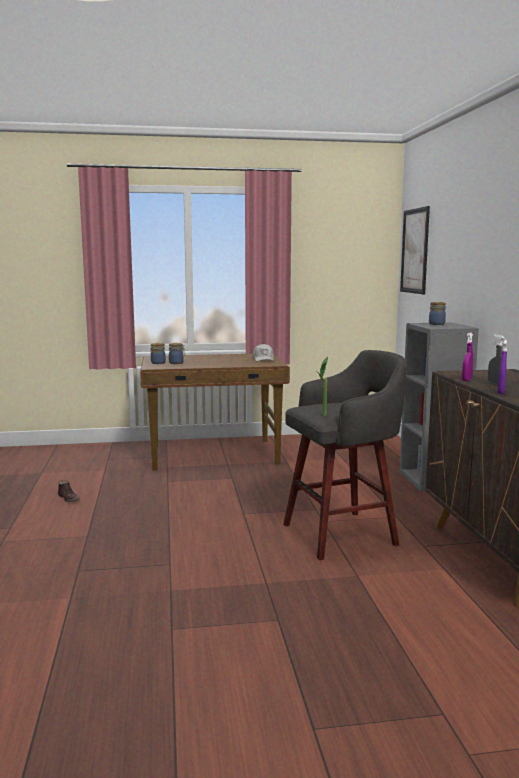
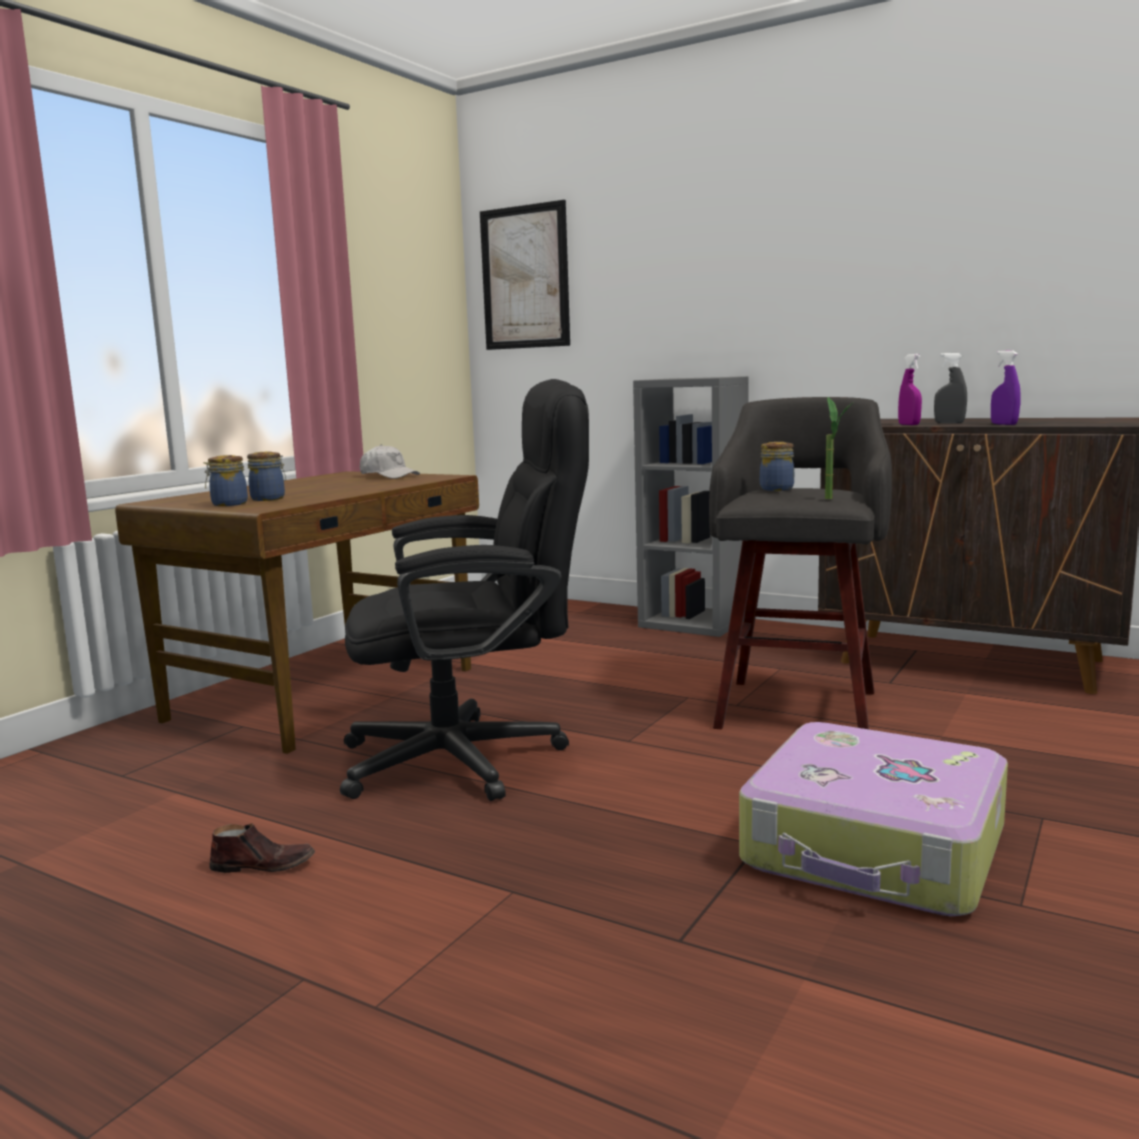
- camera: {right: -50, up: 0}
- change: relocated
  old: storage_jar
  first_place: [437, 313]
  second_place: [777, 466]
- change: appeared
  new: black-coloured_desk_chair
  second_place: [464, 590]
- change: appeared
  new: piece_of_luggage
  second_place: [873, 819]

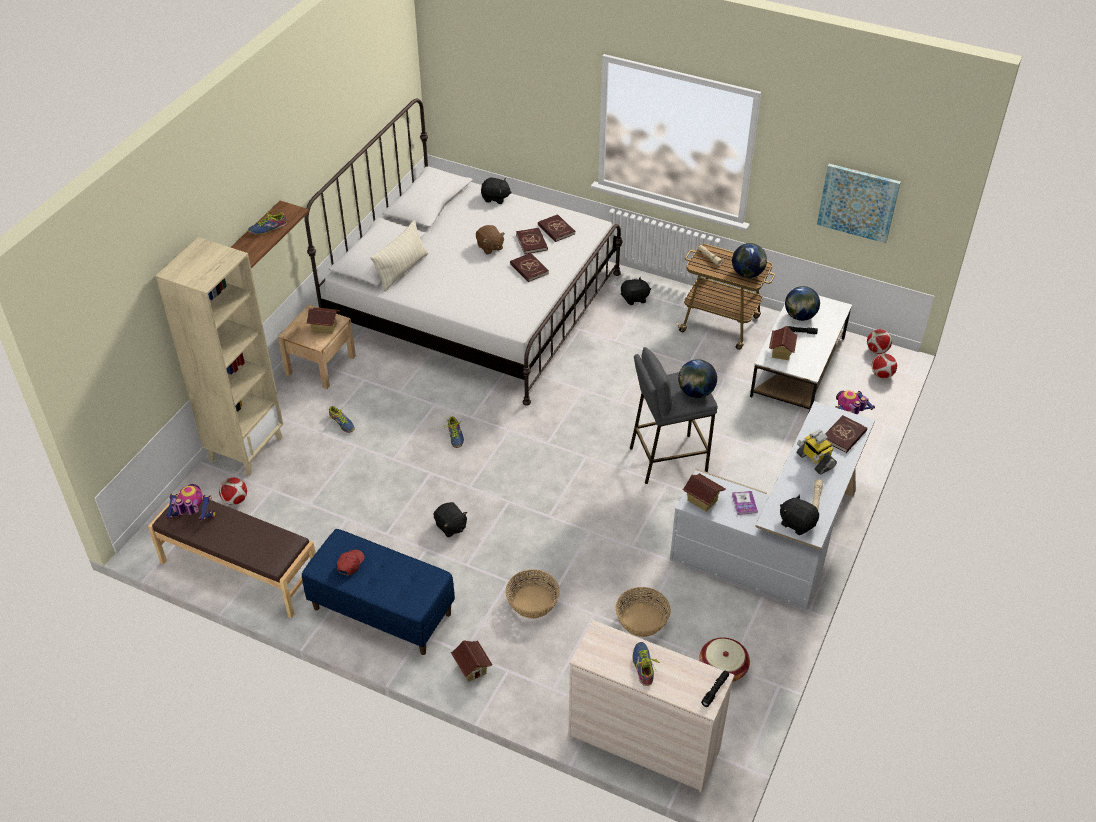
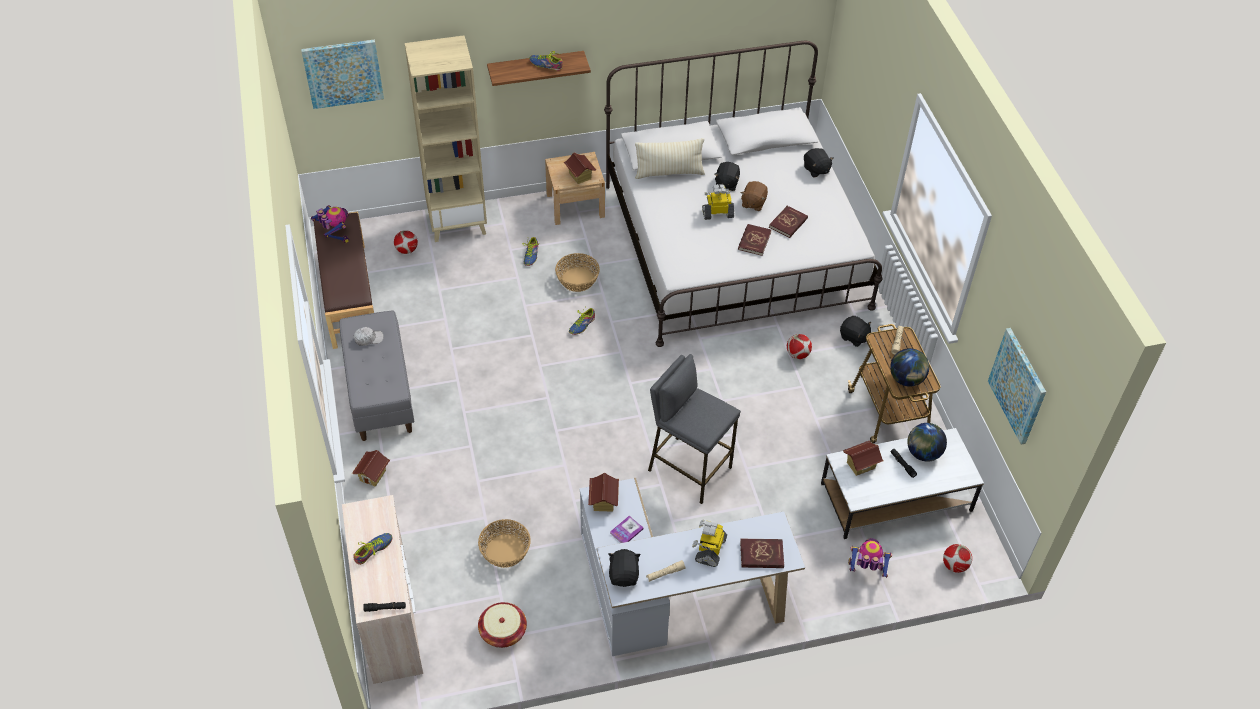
- camera: {right: 50, up: 5}
- change: colour
  old: blue_long_seat
  new: greyish_long_seat
  first_place: [378, 592]
  second_place: [377, 375]
- change: colour
  old: reddish_peaked_cap
  new: white-coloured_peaked_cap
  first_place: [351, 562]
  second_place: [369, 336]
- change: relocated
  old: black-coloured_cuddly_toy
  first_place: [450, 519]
  second_place: [727, 176]
- change: relocated
  old: basket
  first_place: [533, 594]
  second_place: [577, 272]
- change: missing
  old: reddish_bound_book
  first_place: [556, 228]
- change: missing
  old: world_globe
  first_place: [697, 378]
- change: relocated
  old: football
  first_place: [879, 341]
  second_place: [799, 346]
- change: appeared
  new: picture
  second_place: [342, 74]
- change: appeared
  new: robot_figure
  second_place: [718, 202]

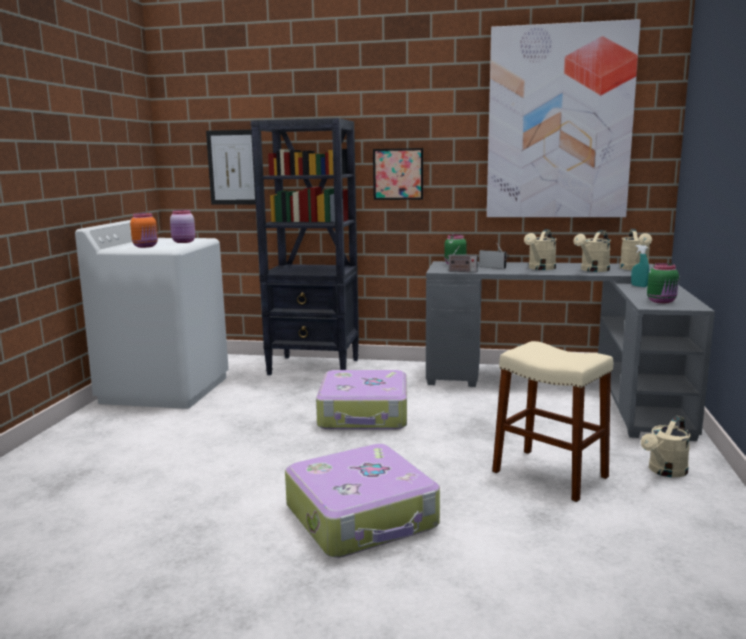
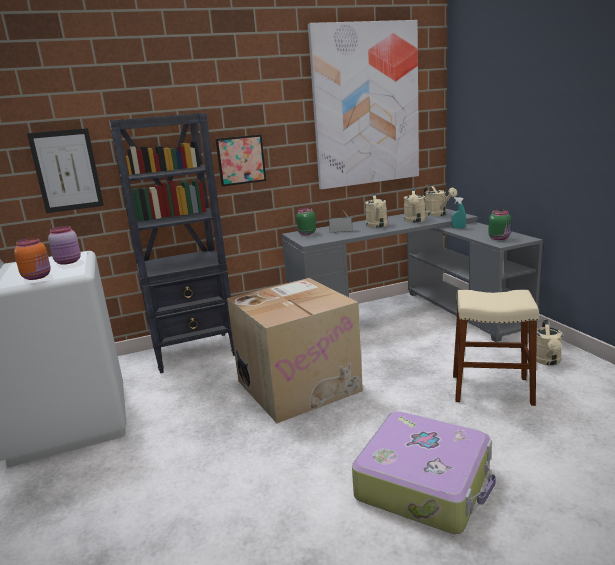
- camera: {right: -30, up: 5}
- change: exchanged
  old: piece_of_luggage
  new: cardboard_box
  first_place: [361, 399]
  second_place: [295, 350]
- change: missing
  old: radio_receiver
  first_place: [462, 259]

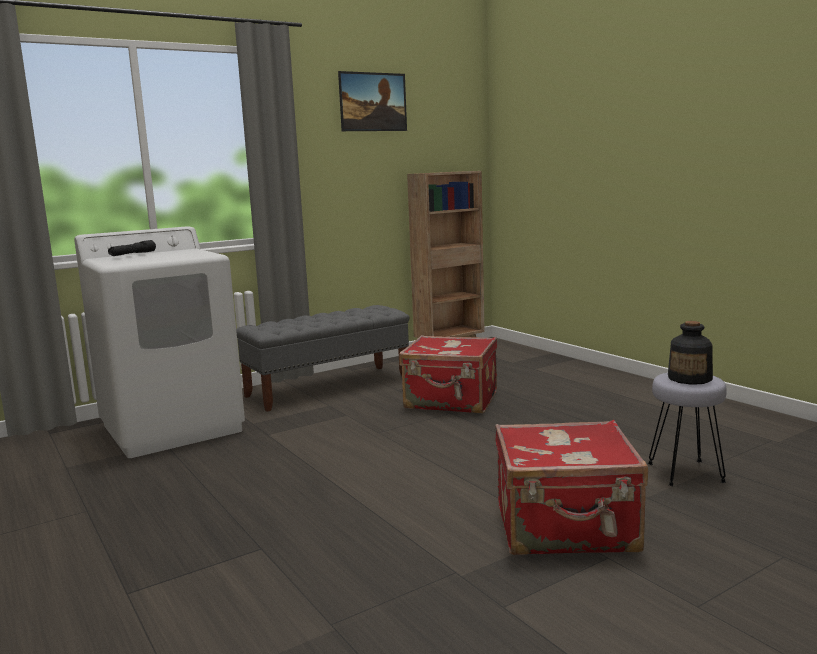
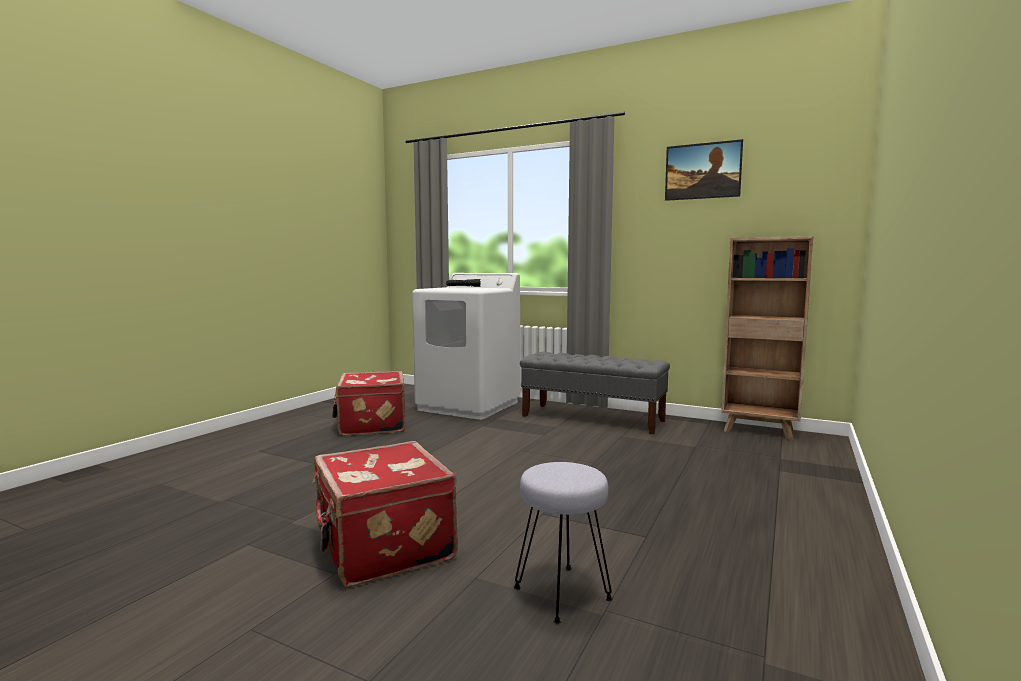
- camera: {right: 60, up: -5}
- change: relocated
  old: reddish_piece_of_luggage
  first_place: [448, 374]
  second_place: [368, 403]
- change: missing
  old: beverage_bottle
  first_place: [690, 353]

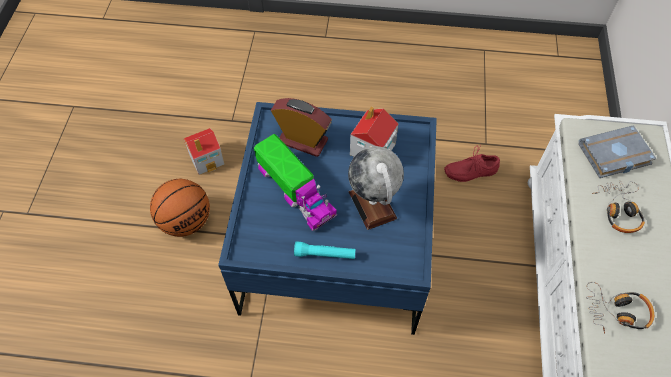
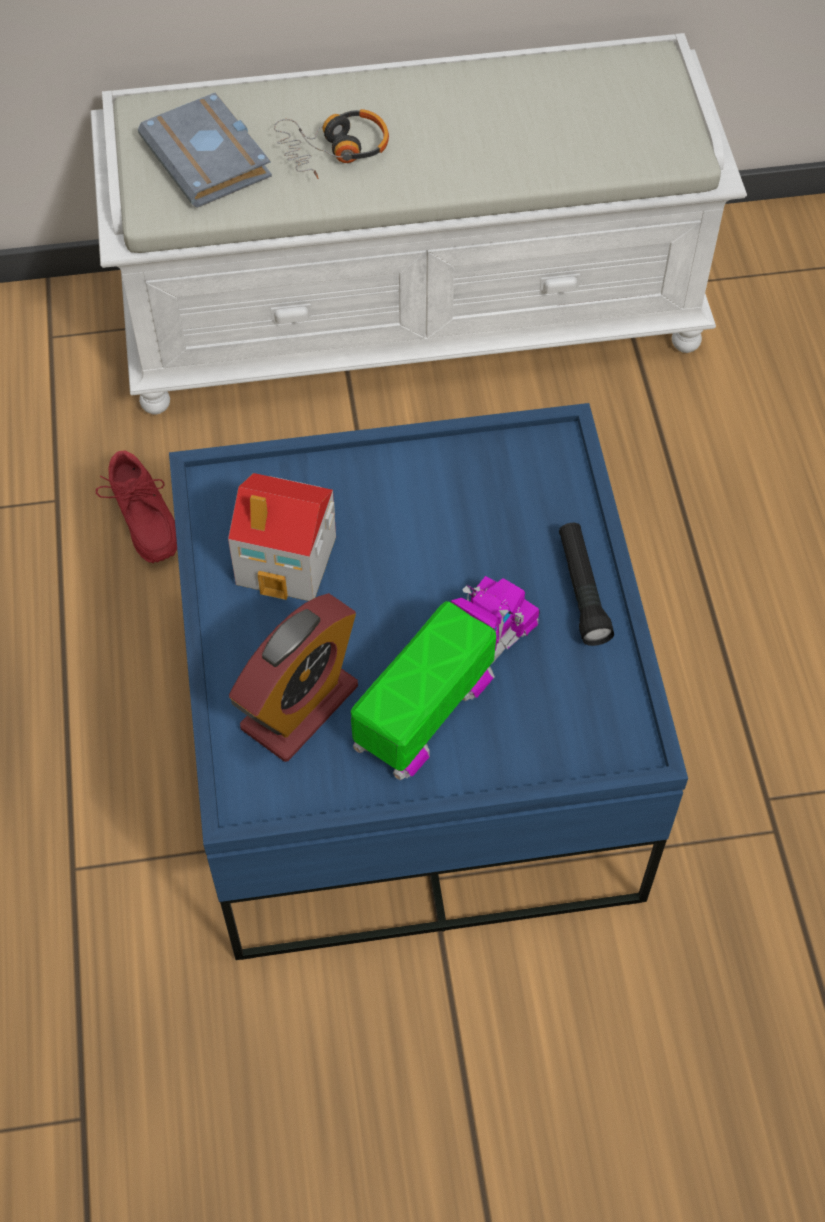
- camera: {right: -105, up: 0}
- change: missing
  old: basketball
  first_place: [180, 208]
- change: missing
  old: toy_house
  first_place: [204, 151]
- change: spun
  old: table_clock
  first_place: [301, 127]
  second_place: [293, 677]
  degrees: -150
- change: colour
  old: turquoise-coloured_torch
  new: black-coloured_torch
  first_place: [325, 250]
  second_place: [586, 584]
- change: missing
  old: world_globe
  first_place: [376, 188]
- change: missing
  old: pair_of_headphones
  first_place: [620, 308]

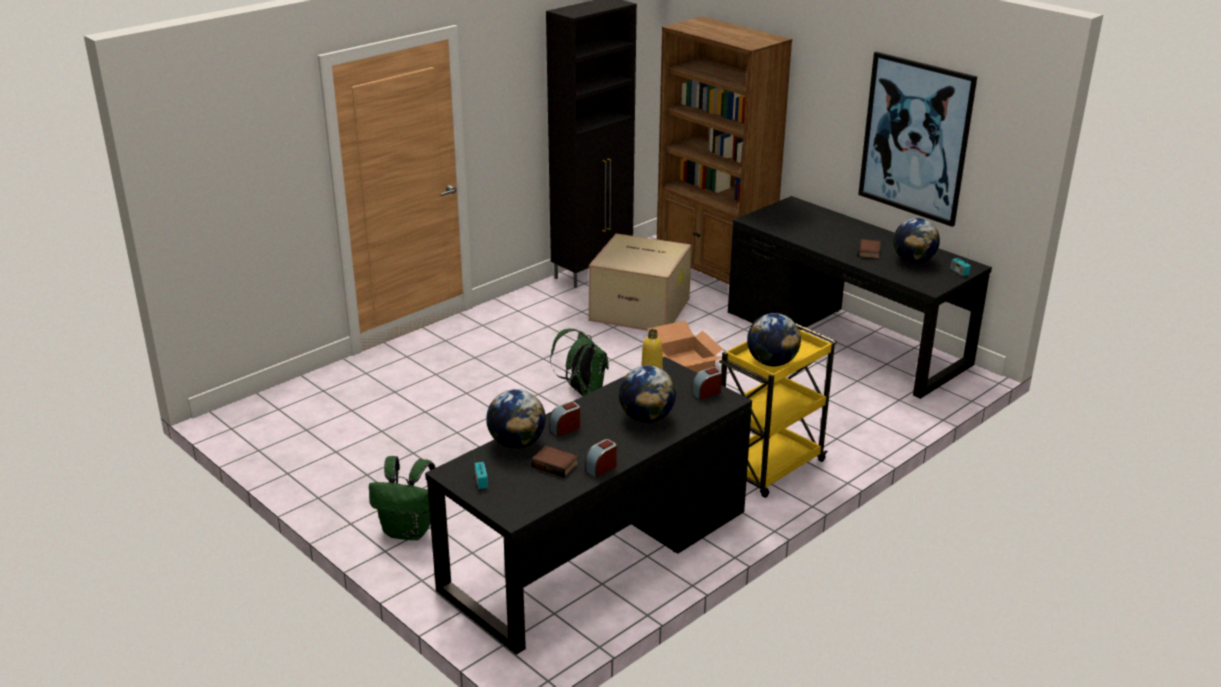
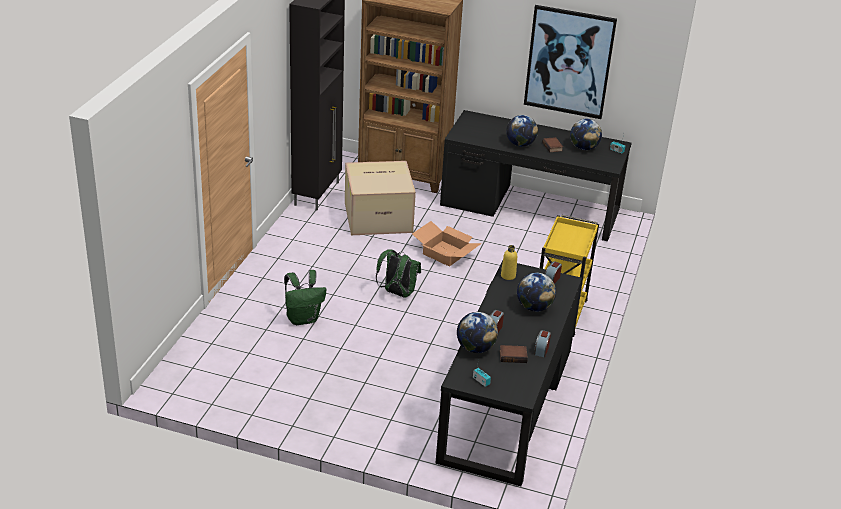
- camera: {right: -30, up: 5}
- change: relocated
  old: greenish_rucksack
  first_place: [402, 498]
  second_place: [305, 297]
- change: relocated
  old: world_globe
  first_place: [774, 339]
  second_place: [522, 131]

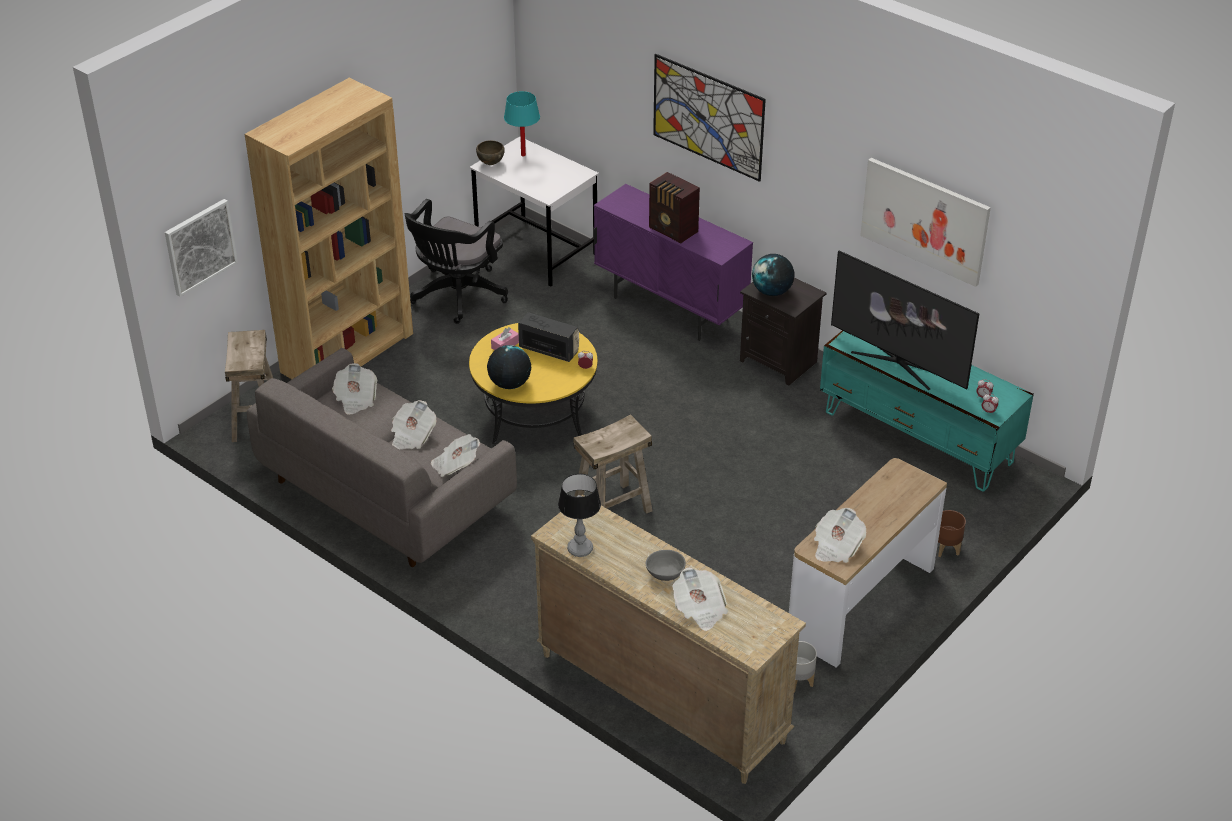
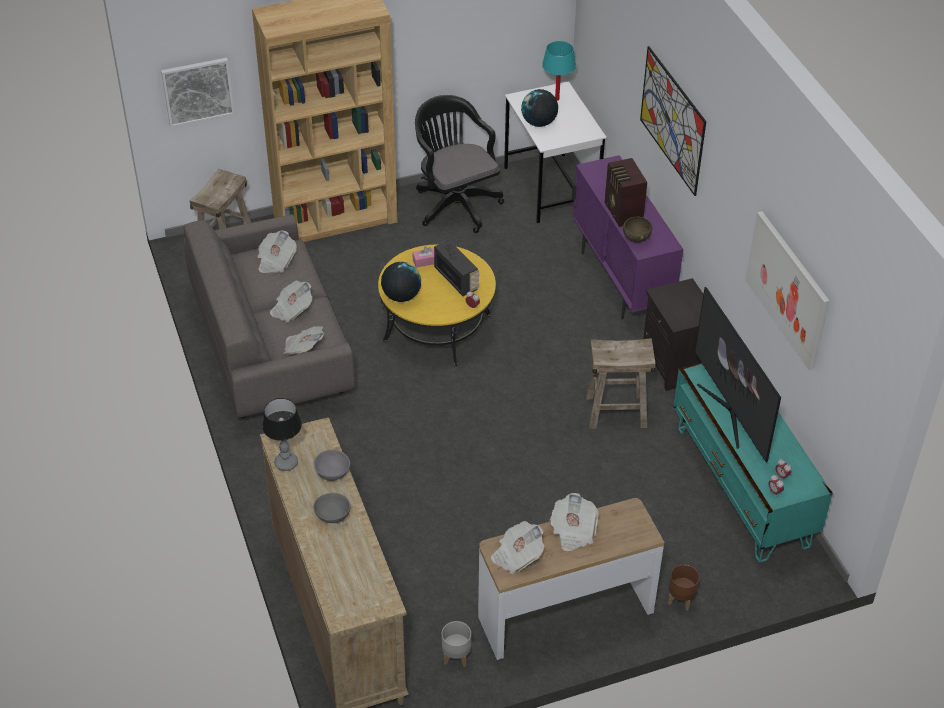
- camera: {right: 30, up: 5}
- change: spun
  old: black-coloured_desk_chair
  first_place: [456, 261]
  second_place: [459, 164]
  degrees: 90
- change: relocated
  old: brown_bowl
  first_place: [490, 152]
  second_place: [637, 230]
- change: relocated
  old: beige-coloured_stool_seat
  first_place: [612, 464]
  second_place: [621, 383]
- change: relocated
  old: printed_paper
  first_place: [700, 599]
  second_place: [574, 522]
- change: relocated
  old: world_globe
  first_place: [773, 275]
  second_place: [539, 108]
- change: appeared
  new: greyish_bowl
  second_place: [331, 465]

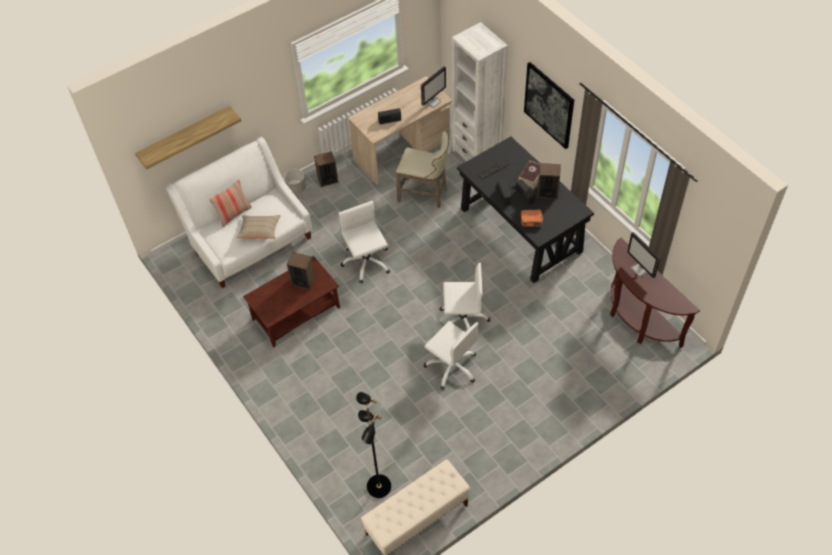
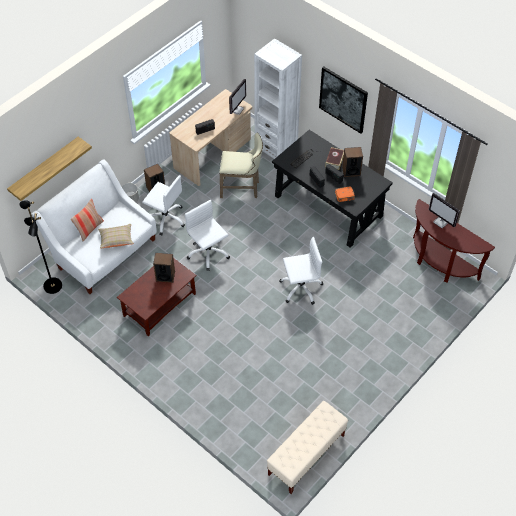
- camera: {right: -15, up: 0}
- change: relocated
  old: black-coloured_floor_lamp
  first_place: [373, 445]
  second_place: [41, 247]
- change: relocated
  old: white-coloured_desk_chair
  first_place: [451, 355]
  second_place: [163, 205]

